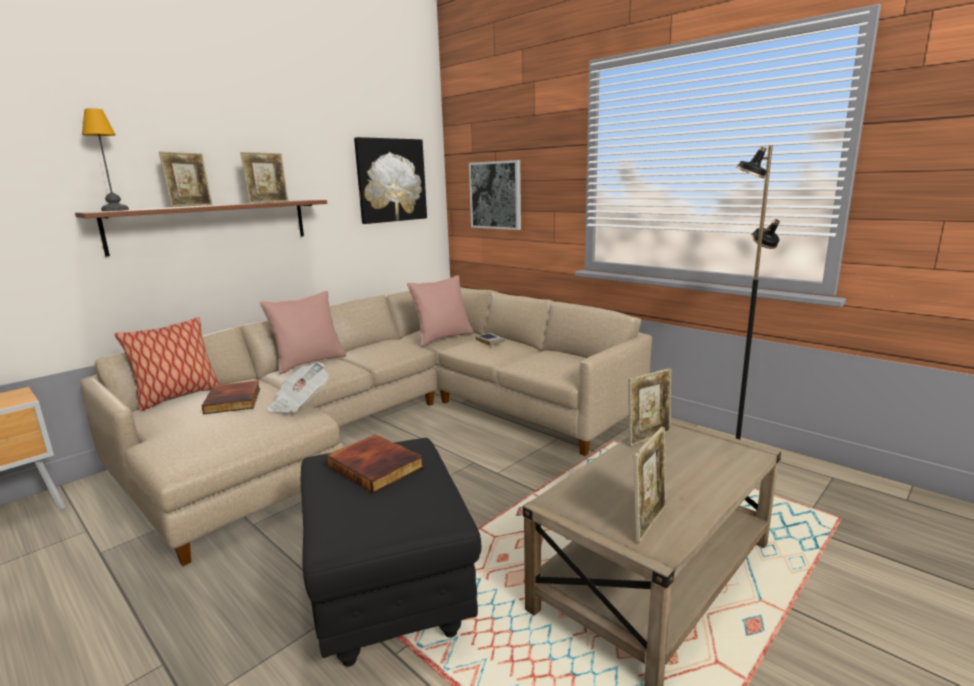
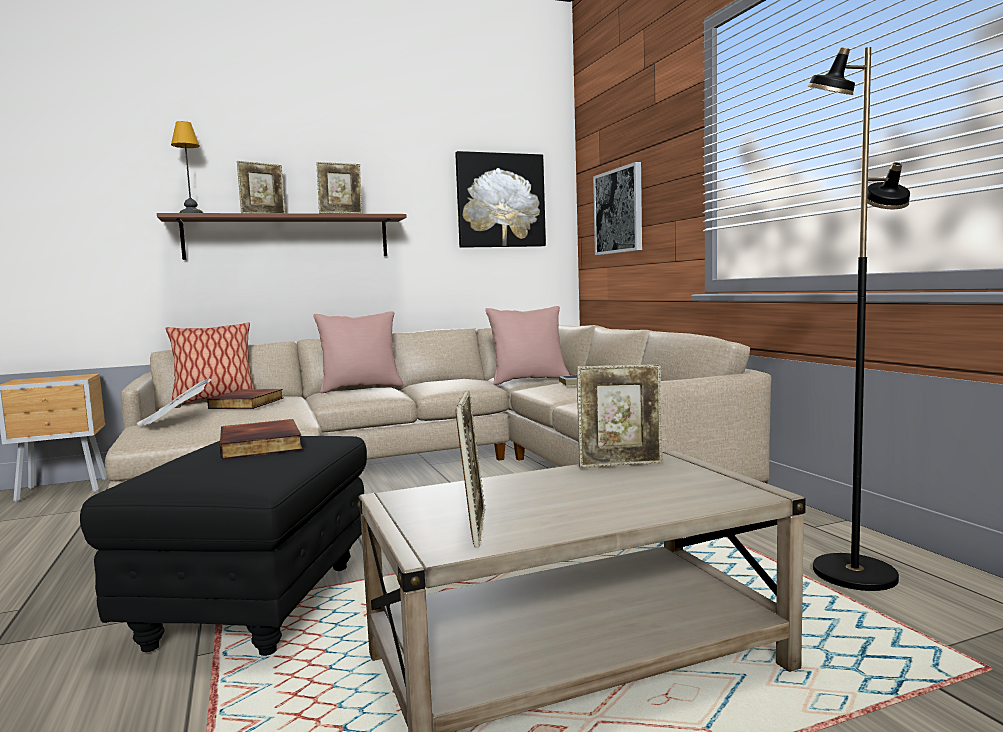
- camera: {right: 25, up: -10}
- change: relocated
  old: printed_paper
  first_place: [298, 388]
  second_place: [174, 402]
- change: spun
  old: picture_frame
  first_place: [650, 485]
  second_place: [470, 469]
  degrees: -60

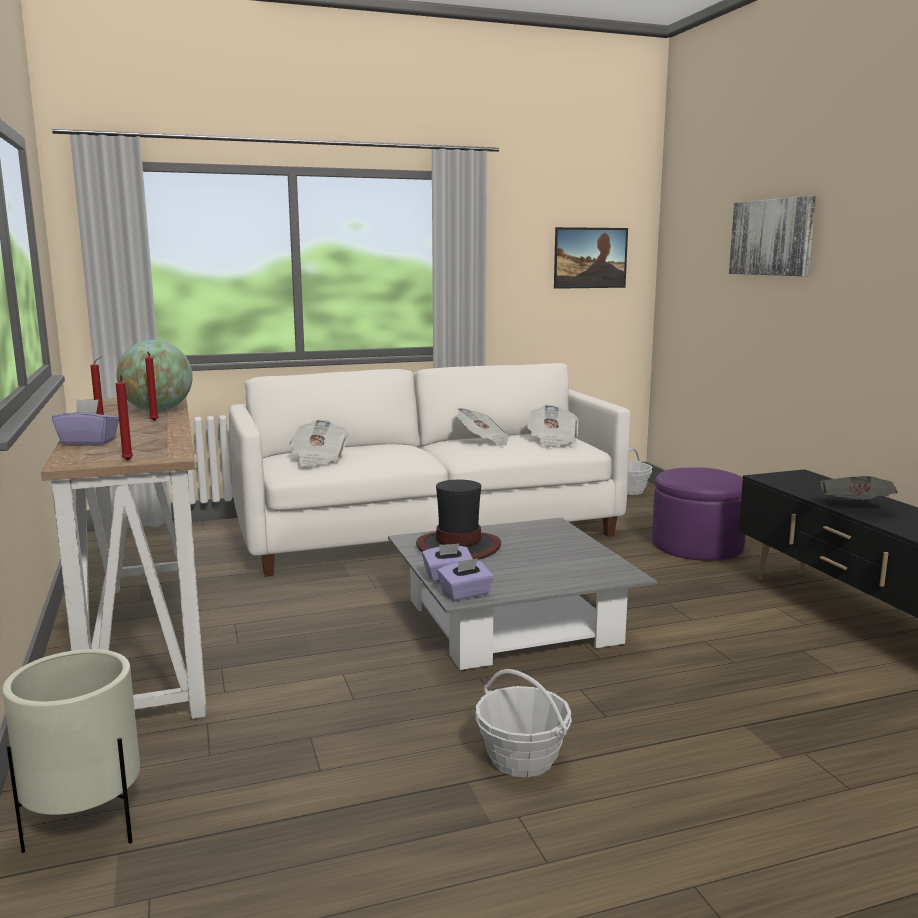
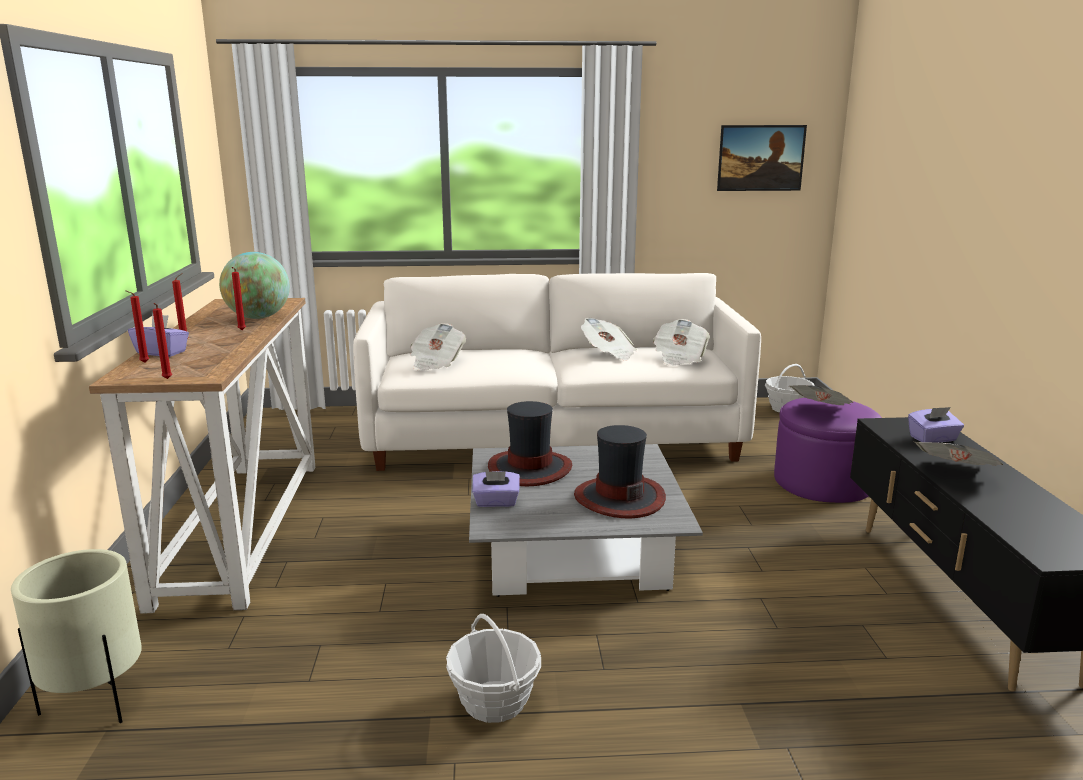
- camera: {right: 15, up: 5}
- change: relocated
  old: purple_box_of_tissues
  first_place: [465, 579]
  second_place: [936, 425]
- change: missing
  old: picture
  first_place: [772, 236]
- change: appeared
  new: reddish_wax_light
  second_place: [137, 326]
- change: appeared
  new: hat
  second_place: [620, 471]
- change: appeared
  new: printed_paper
  second_place: [821, 395]

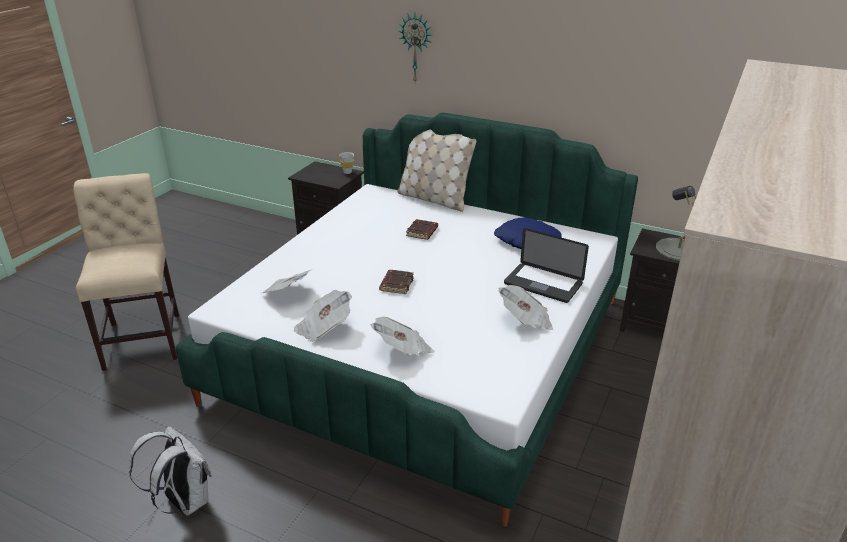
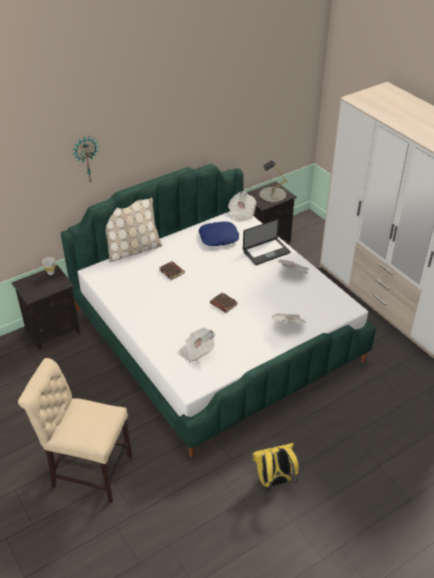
- camera: {right: -60, up: 10}
- change: colour
  old: white-coloured_rucksack
  new: yellowish_rucksack
  first_place: [170, 471]
  second_place: [275, 467]
- change: relocated
  old: printed_paper
  first_place: [323, 316]
  second_place: [242, 206]

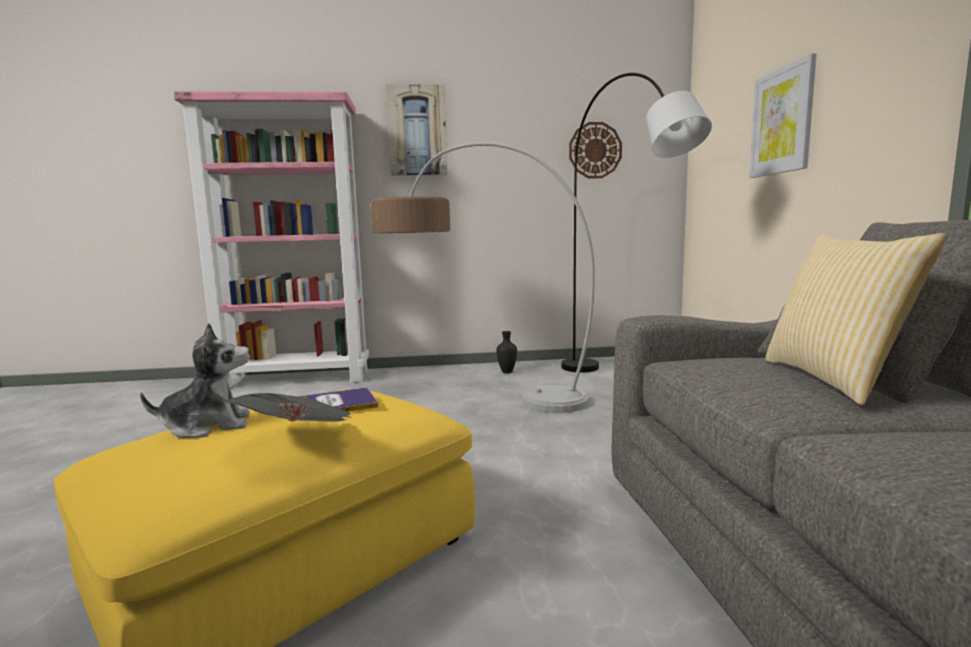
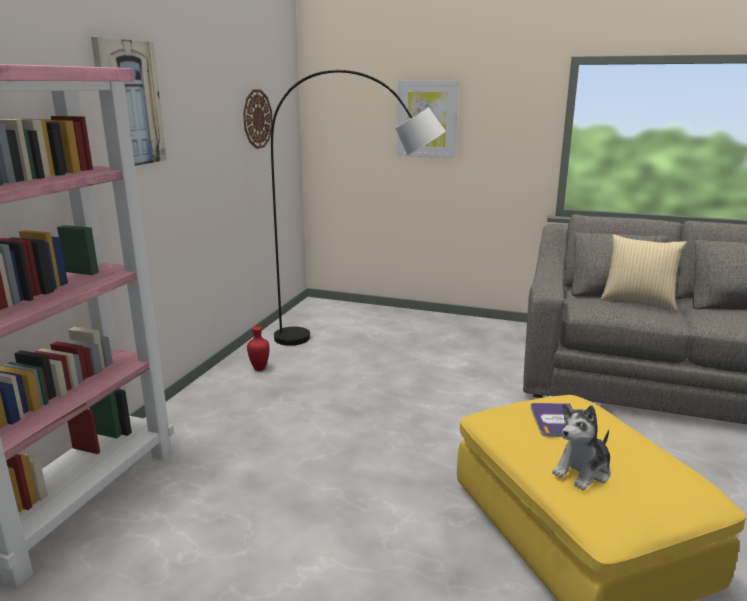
- camera: {right: -65, up: 10}
- change: spun
  old: cuddly_toy
  first_place: [195, 380]
  second_place: [581, 446]
  degrees: -135
- change: missing
  old: printed_paper
  first_place: [287, 407]
- change: missing
  old: floor_lamp
  first_place: [482, 277]
- change: colour
  old: black-coloured_vase
  new: reddish_vase
  first_place: [507, 352]
  second_place: [258, 348]

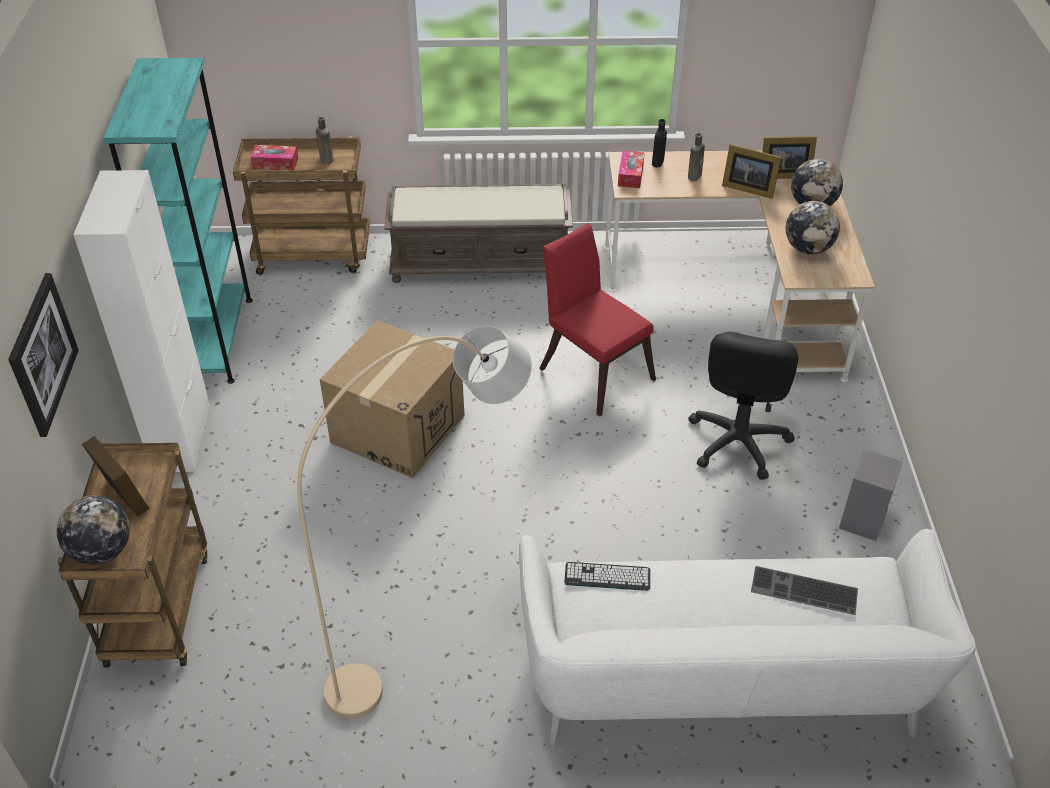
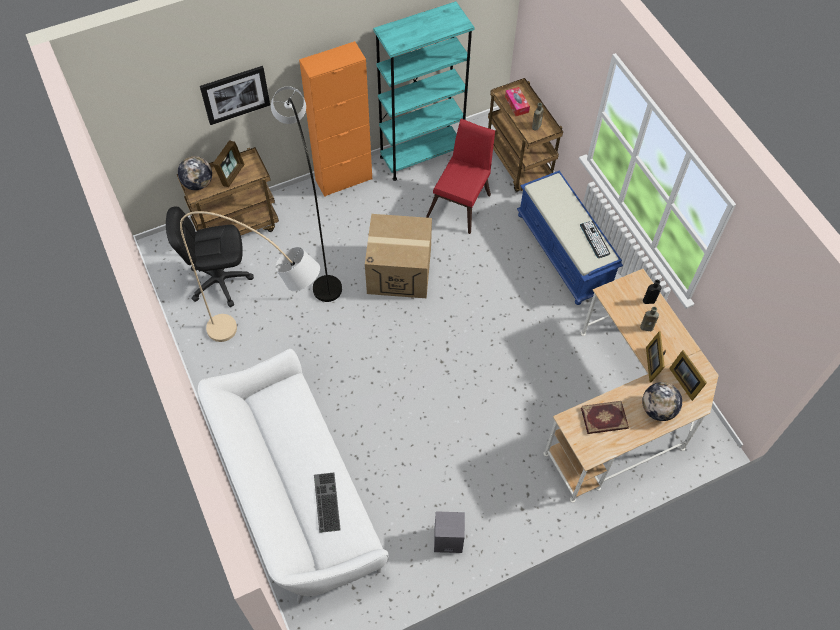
- camera: {right: 65, up: 15}
- change: colour
  old: white-coloured_storage_cabinet
  new: orange_storage_cabinet
  first_place: [141, 321]
  second_place: [335, 119]
- change: colour
  old: brown_long_seat
  new: blue_long_seat
  first_place: [478, 233]
  second_place: [570, 237]
- change: relocated
  old: reddish_upright_chair
  first_place: [597, 320]
  second_place: [460, 176]
- change: relocated
  old: PC_keyboard
  first_place: [607, 576]
  second_place: [595, 239]
- change: missing
  old: box_of_tissues
  first_place: [631, 169]
- change: relocated
  old: black-coloured_desk_chair
  first_place: [743, 406]
  second_place: [210, 257]
- change: exchanged
  old: world_globe
  new: bound_book
  first_place: [813, 227]
  second_place: [605, 417]
- change: appeared
  new: greyish_floor_lamp
  second_place: [306, 194]

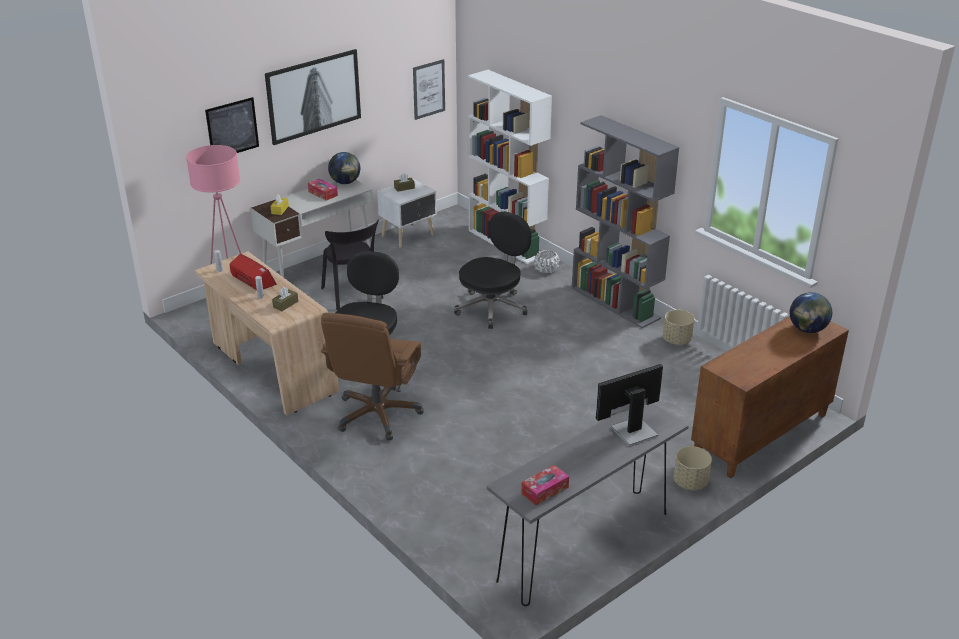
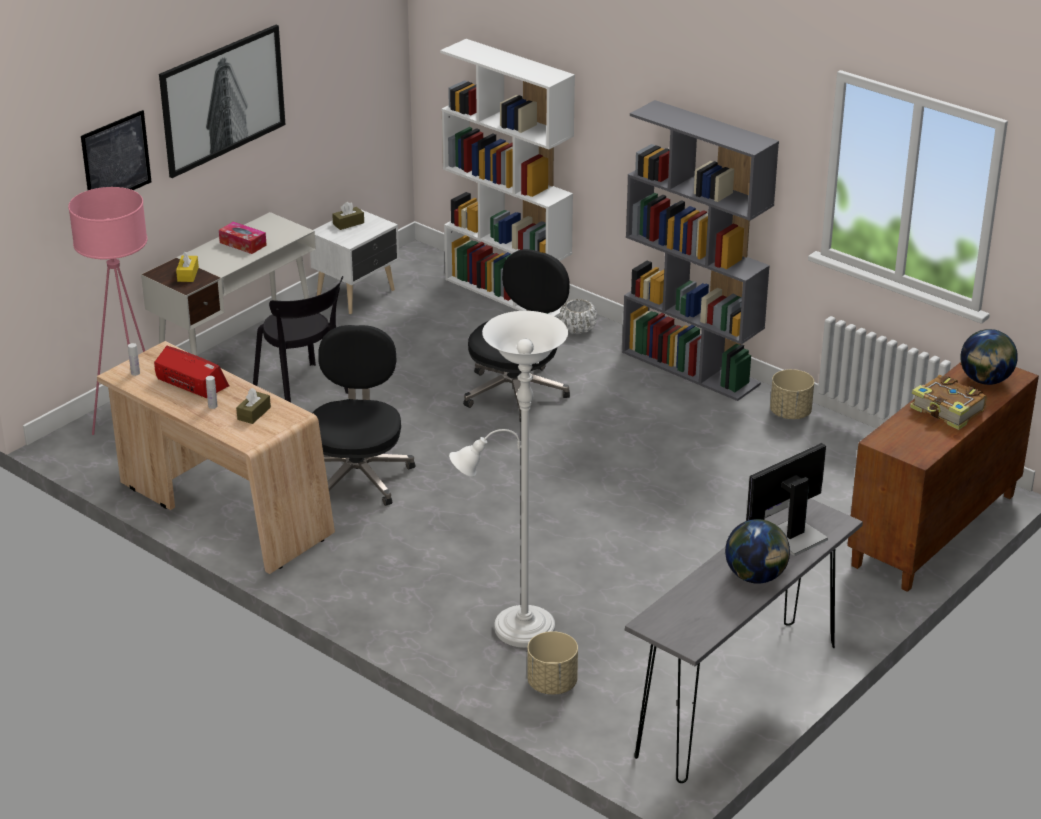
- camera: {right: -10, up: 0}
- change: missing
  old: brown_desk_chair
  first_place: [372, 376]
- change: relocated
  old: world_globe
  first_place: [344, 168]
  second_place: [757, 551]
- change: missing
  old: picture
  first_place: [429, 89]
- change: missing
  old: box_of_tissues
  first_place: [545, 485]
- change: relocated
  old: beige-coloured_flower_pot
  first_place: [693, 468]
  second_place: [552, 663]
- change: appeared
  new: white-coloured_floor_lamp
  second_place: [508, 479]
- change: appeared
  new: bound_book
  second_place: [948, 402]

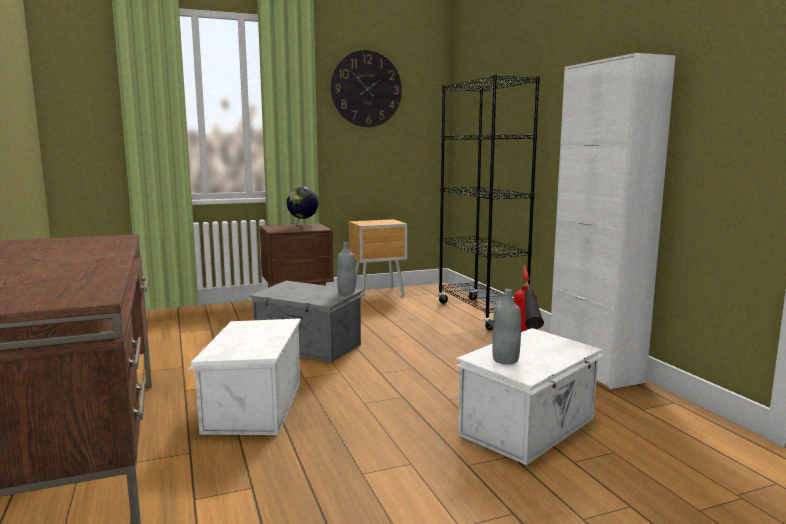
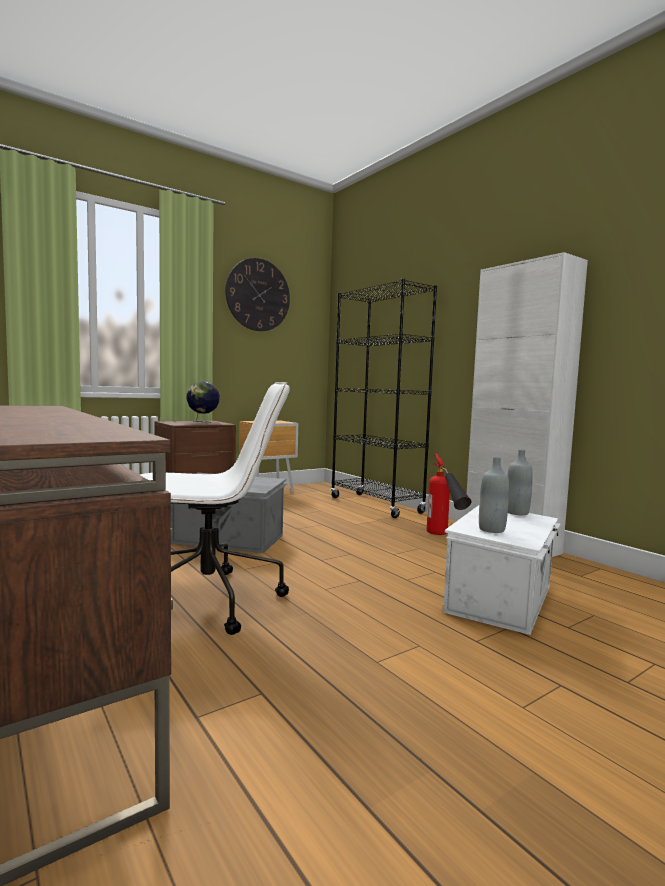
- camera: {right: -15, up: -5}
- change: exchanged
  old: white-coloured_storage_bin
  new: white-coloured_desk_chair
  first_place: [244, 376]
  second_place: [215, 508]
- change: relocated
  old: greyish_beverage_bottle
  first_place: [346, 268]
  second_place: [520, 482]

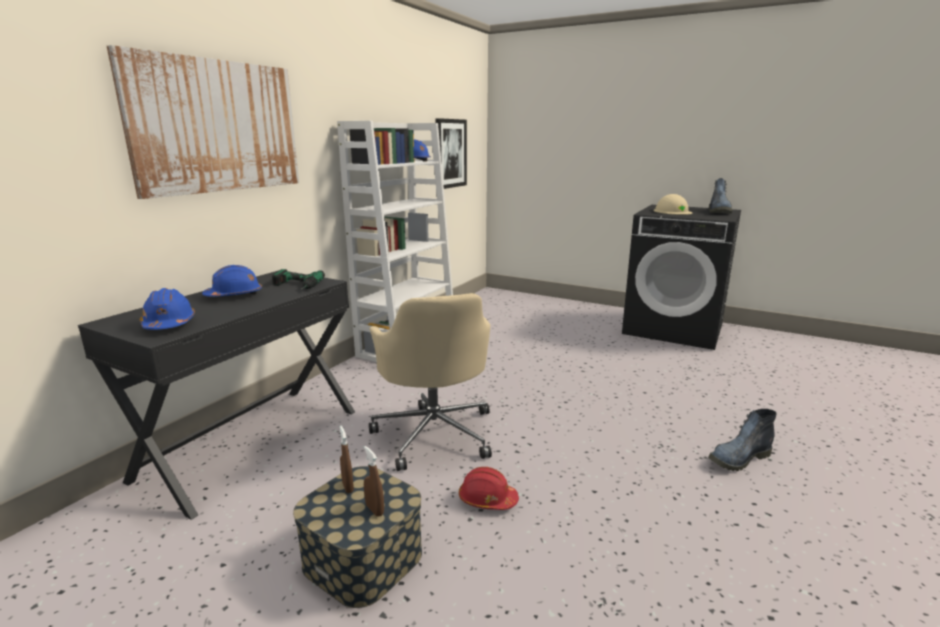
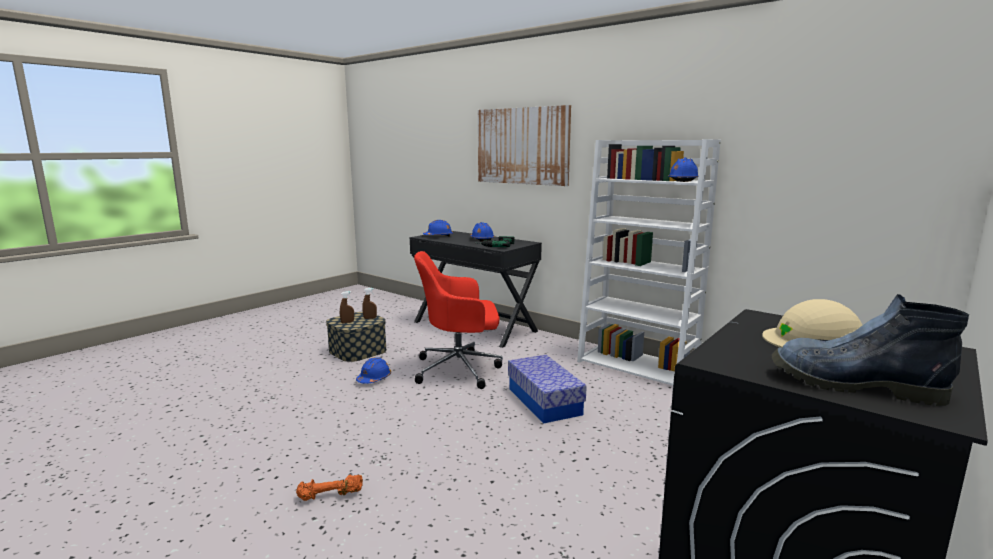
- camera: {right: 100, up: -5}
- change: colour
  old: beige-coloured_desk_chair
  new: reddish_desk_chair
  first_place: [430, 382]
  second_place: [458, 320]
- change: missing
  old: picture
  first_place: [451, 153]
- change: colour
  old: reddish_safety_helmet
  new: blue_safety_helmet
  first_place: [489, 488]
  second_place: [373, 370]
- change: exchanged
  old: high-top_boot
  new: orange_hand_weight
  first_place: [742, 440]
  second_place: [329, 488]
- change: appeared
  new: storage_bin
  second_place: [547, 389]

